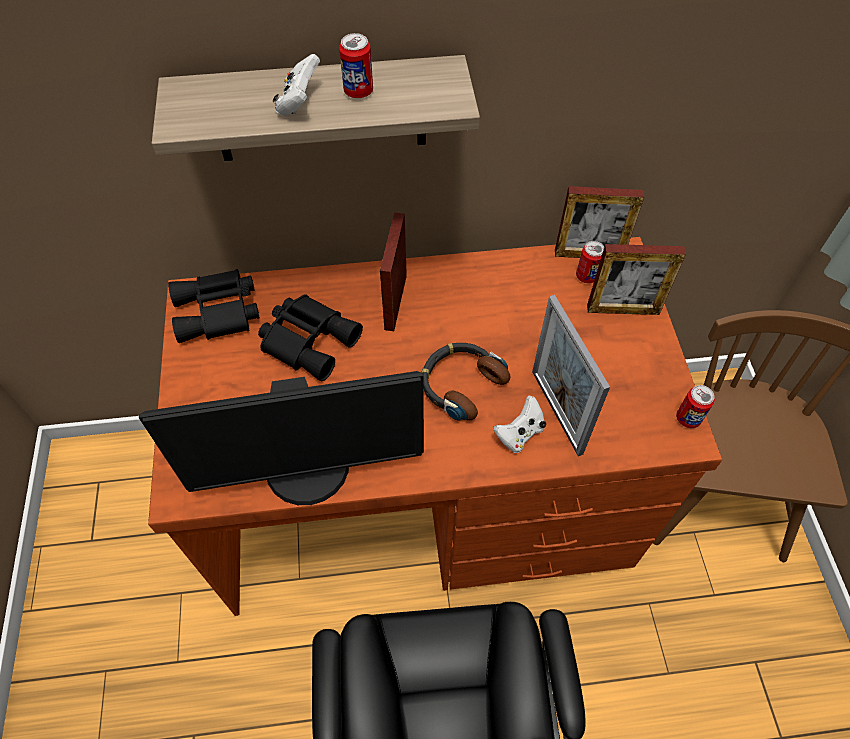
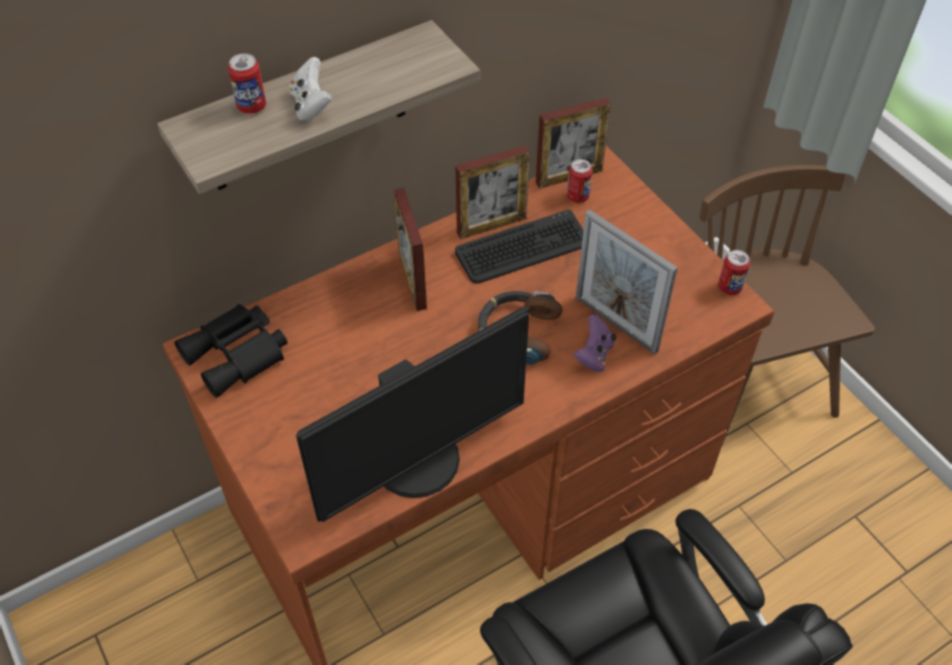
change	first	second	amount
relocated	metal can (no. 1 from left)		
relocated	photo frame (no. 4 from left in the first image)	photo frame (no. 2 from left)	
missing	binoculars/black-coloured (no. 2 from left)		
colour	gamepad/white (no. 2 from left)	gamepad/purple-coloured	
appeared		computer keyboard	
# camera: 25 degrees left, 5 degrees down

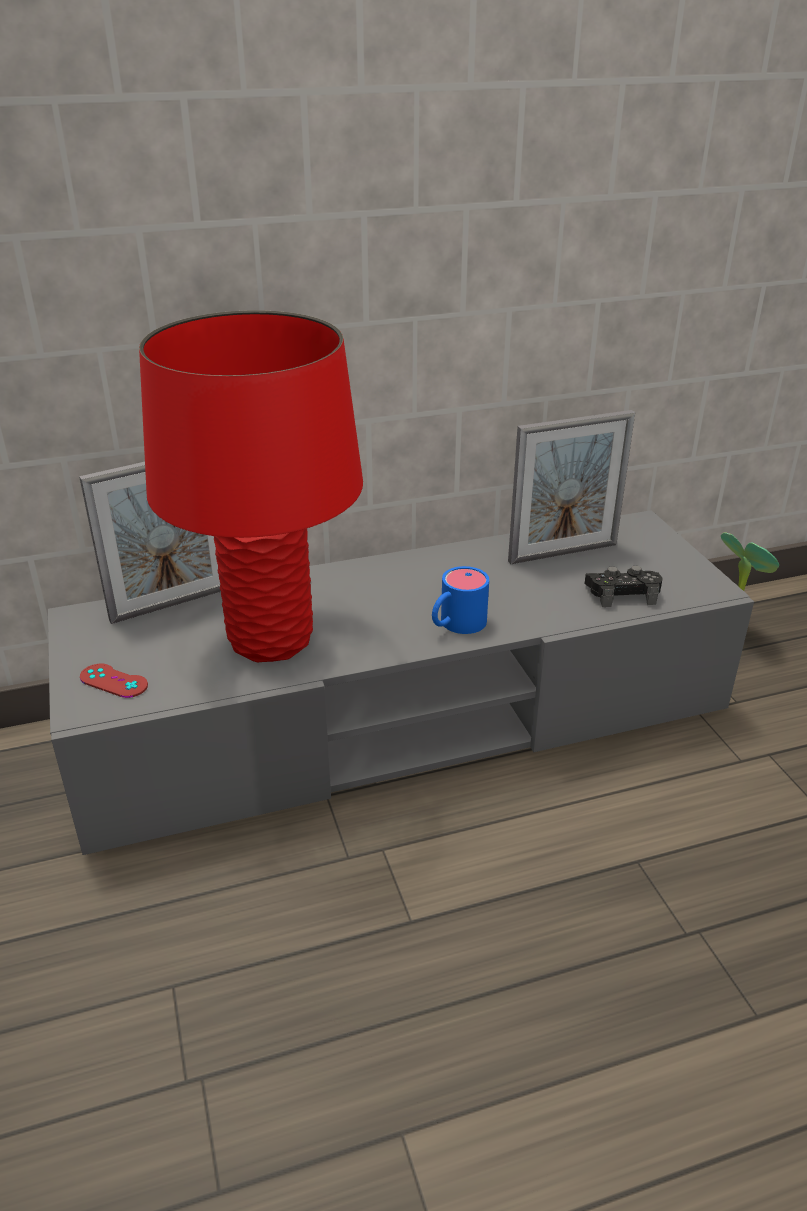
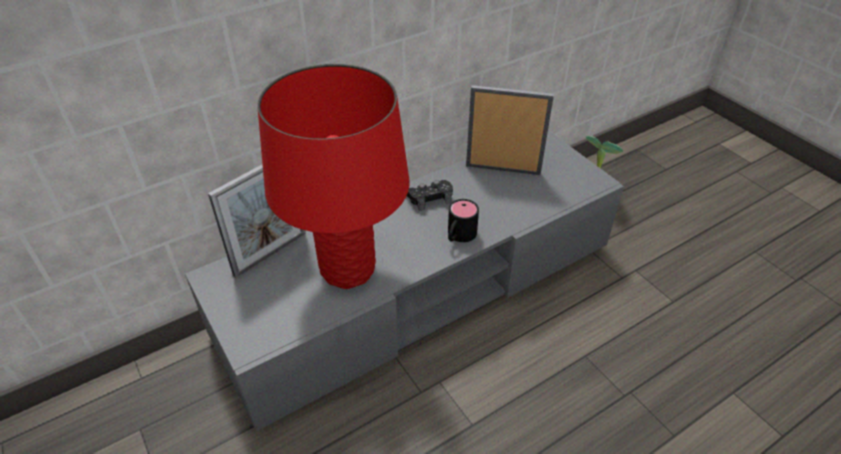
change	first	second	amount
spun	photo frame (no. 2 from left)		135 degrees counterclockwise
colour	tea mug/bluish	tea mug/black-coloured	
relocated	gamepad/black-coloured		
missing	gamepad/reddish		
# camera: 15 degrees left, 10 degrees up

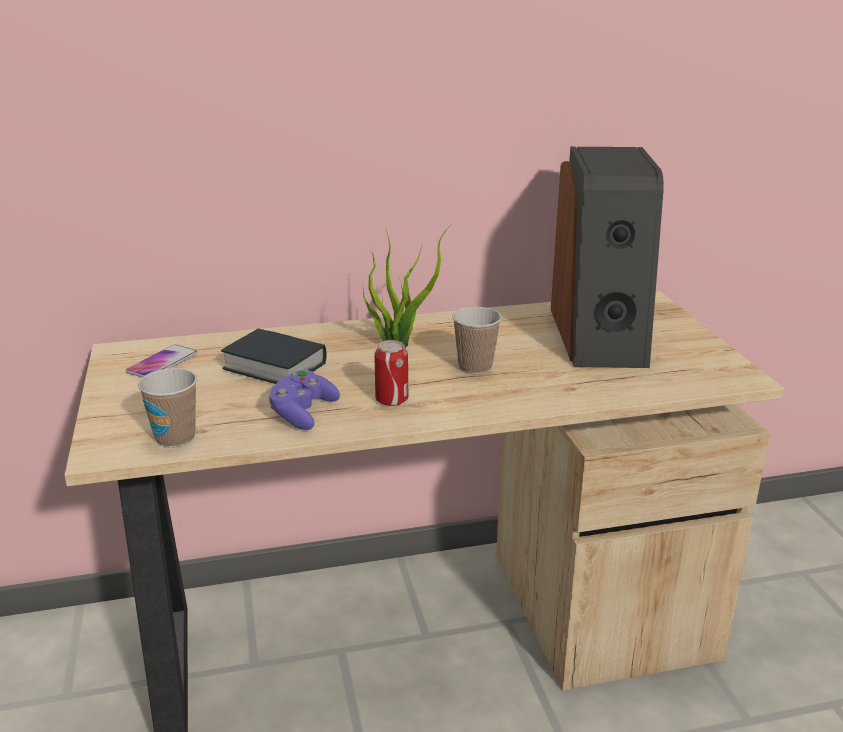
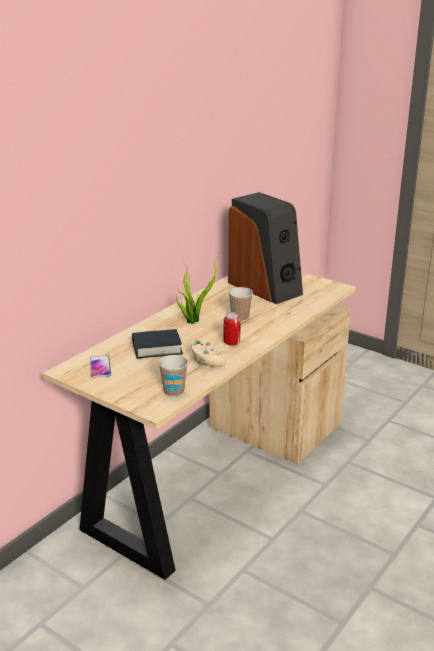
change	first	second	amount
colour	gamepad/purple-coloured	gamepad/beige-coloured	
# camera: 40 degrees left, 0 degrees up

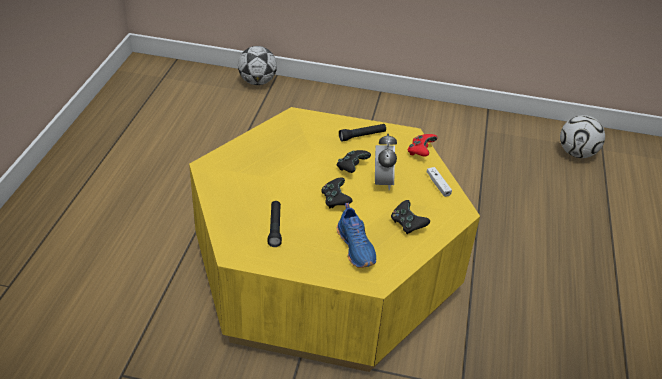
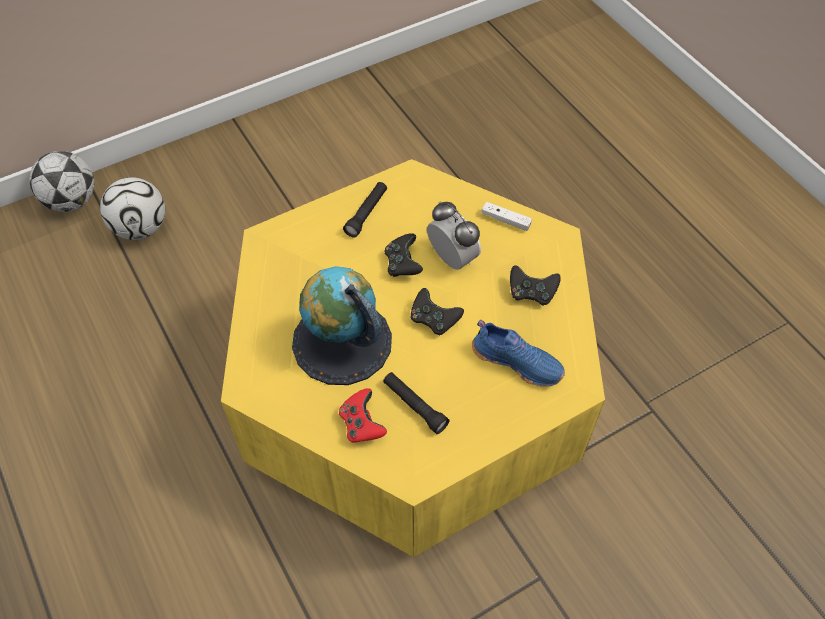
change	first	second	amount
relocated	football ball (no. 2 from left)		
relocated	gamepad/reddish		
appeared		globe	
# camera: 40 degrees left, 15 degrees up

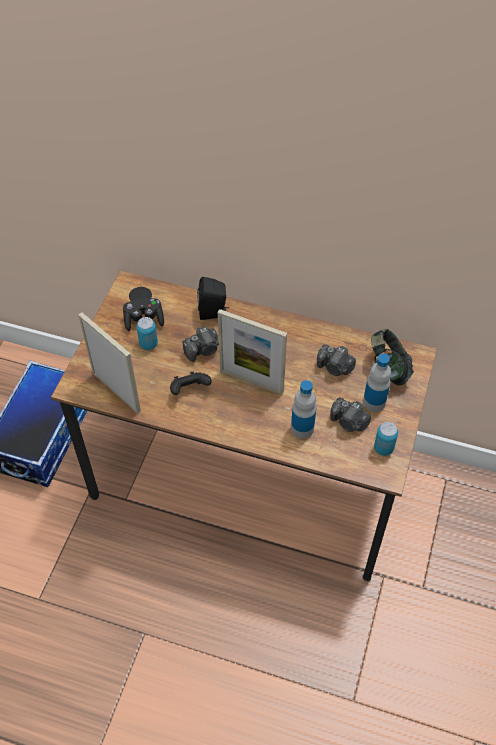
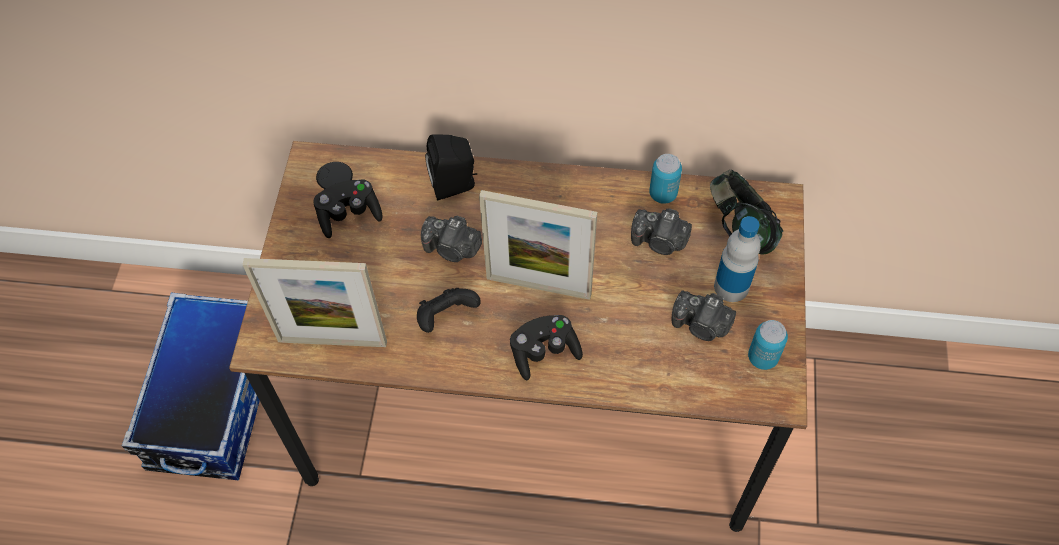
change	first	second	amount
spun	photo frame (no. 1 from left)		150 degrees clockwise
relocated	metal can (no. 1 from left)		
spun	still camera (no. 1 from left)		60 degrees clockwise
missing	bottle (no. 1 from left)		
appeared		gamepad/black-coloured (no. 3 from left)	
# camera: 10 degrees left, 5 degrees up

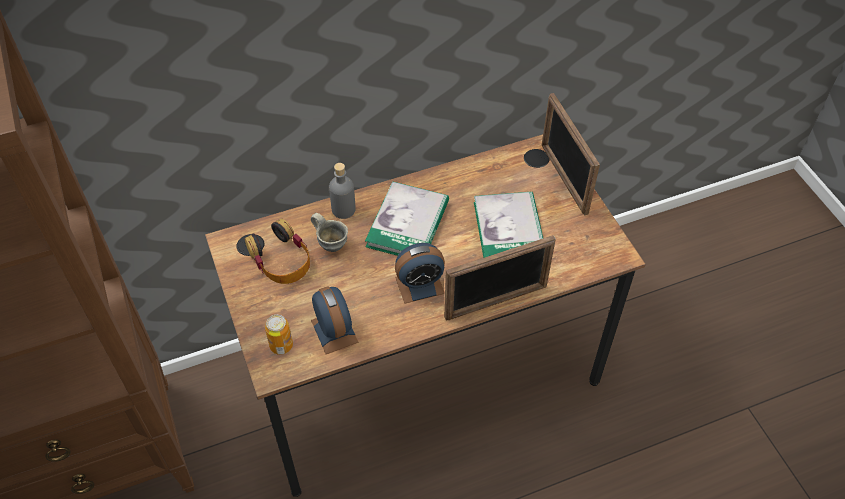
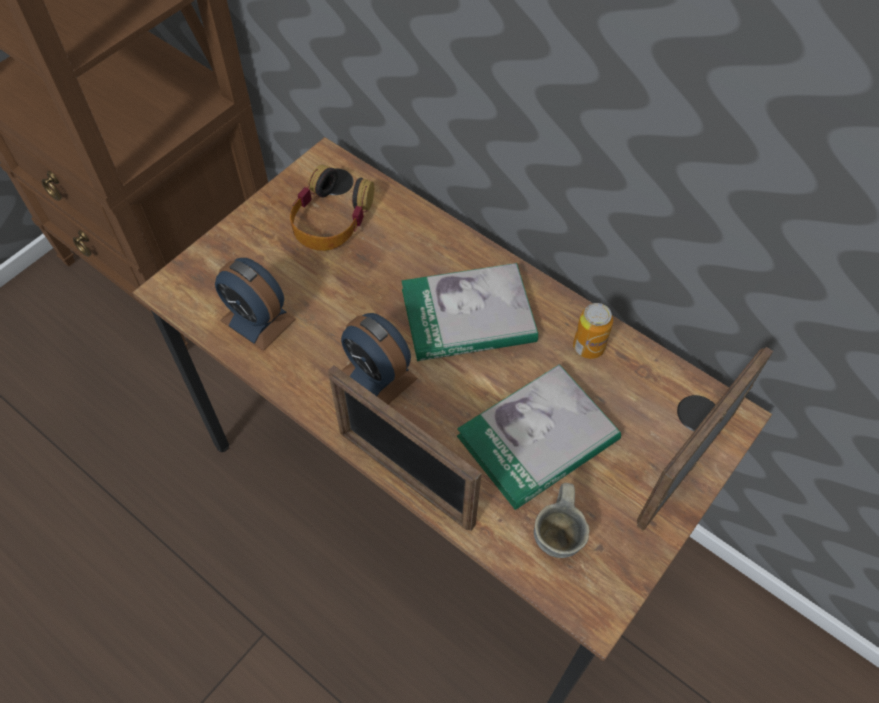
change	first	second	amount
missing	bottle/grey		
relocated	tea mug/grey		
spun	alarm clock (no. 1 from left)		90 degrees clockwise
relocated	metal can		
# camera: 60 degrees right, 5 degrees up

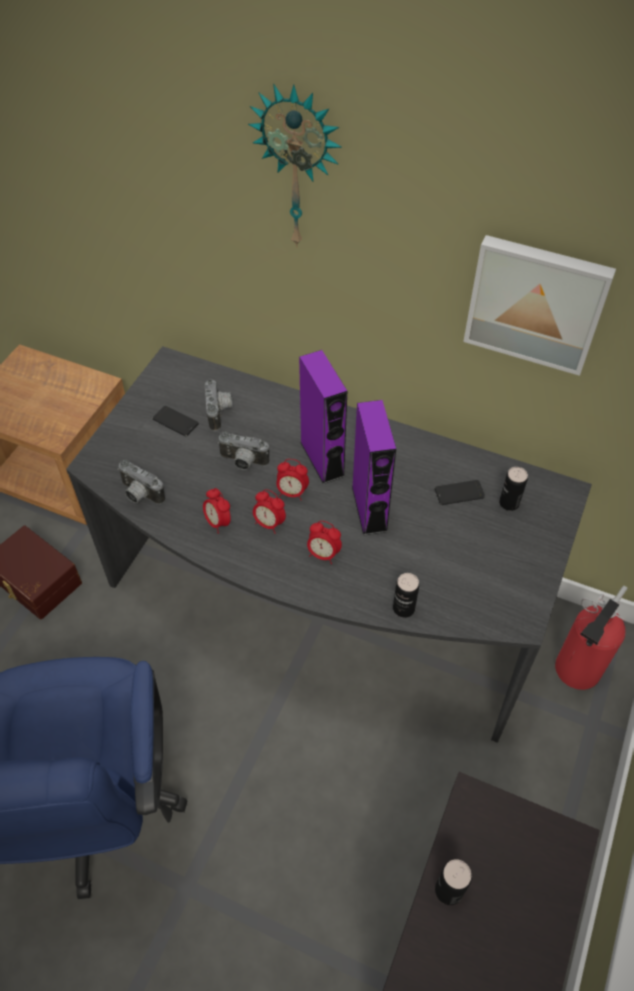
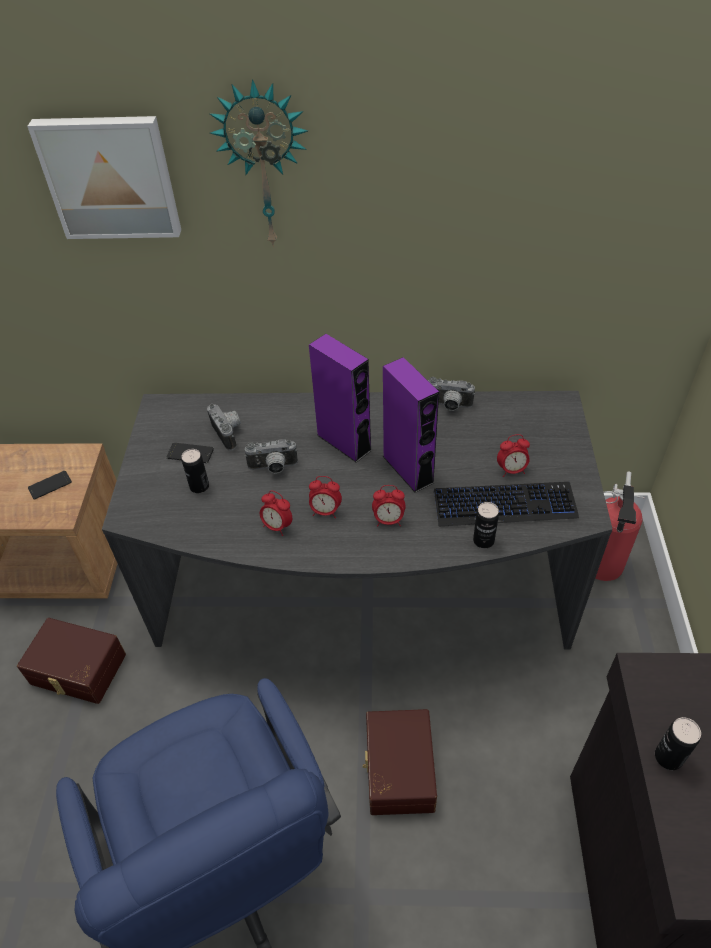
change	first	second	amount
relocated	picture		
relocated	still camera (no. 1 from left in the first image)	still camera (no. 3 from left)	
relocated	alarm clock (no. 3 from left in the first image)	alarm clock (no. 4 from left)	
relocated	metal can (no. 3 from left in the first image)	metal can (no. 1 from left)	
relocated	handset (no. 2 from left in the first image)	handset (no. 1 from left)	
appeared		computer keyboard	
appeared		storage container/brownish (no. 2 from left)	
# camera: 20 degrees left, 5 degrees down

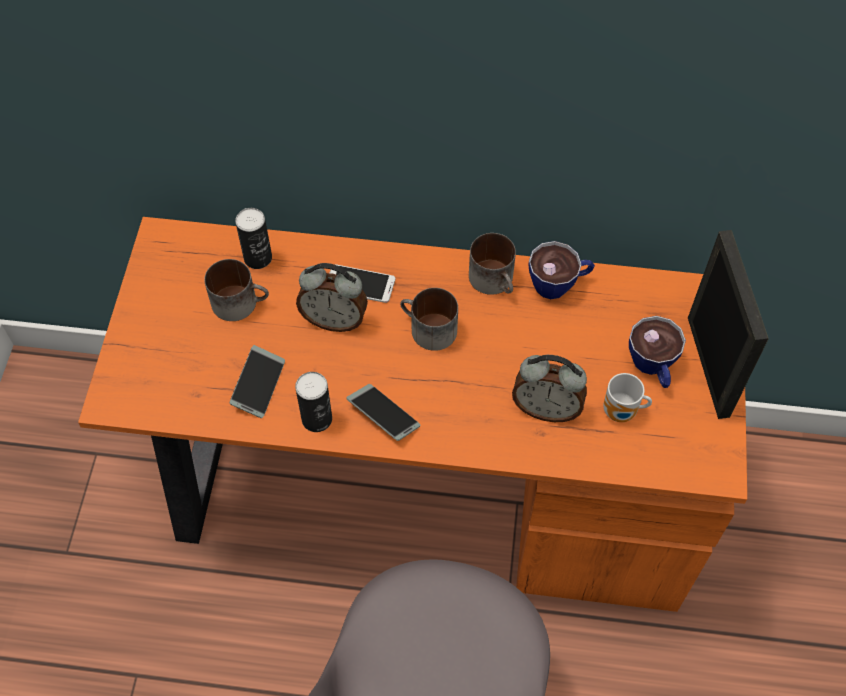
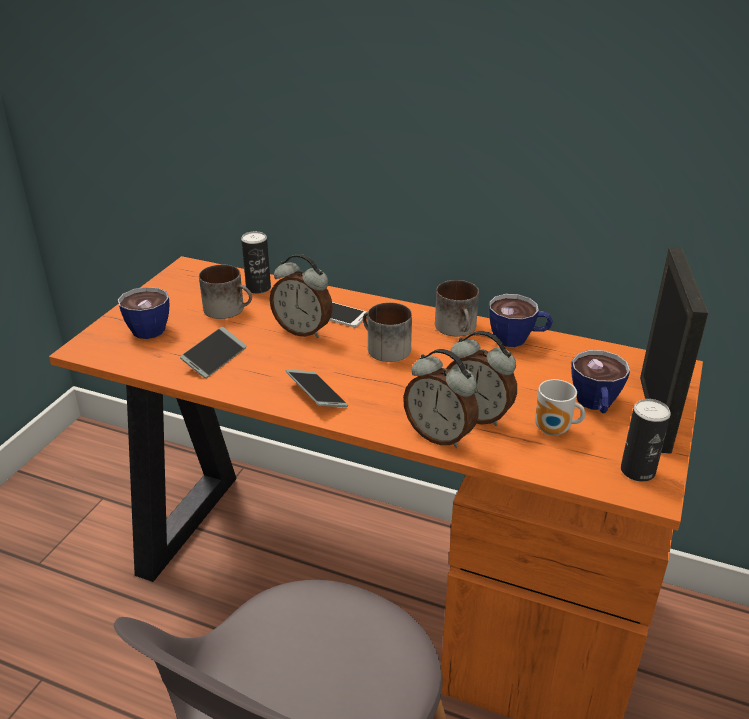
change	first	second	amount
relocated	metal can (no. 2 from left)		
appeared		cup (no. 1 from left)	
appeared		alarm clock (no. 2 from left)	
# camera: 15 degrees right, 25 degrees down

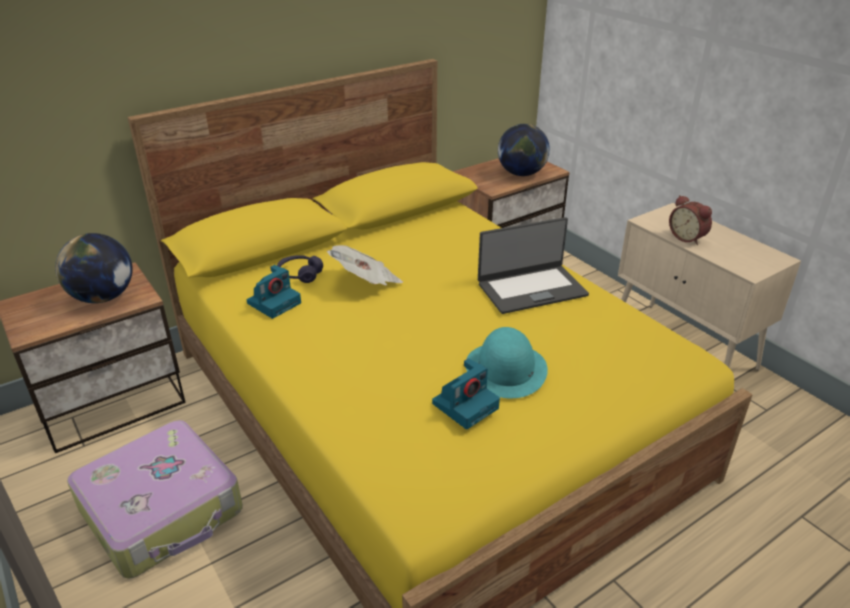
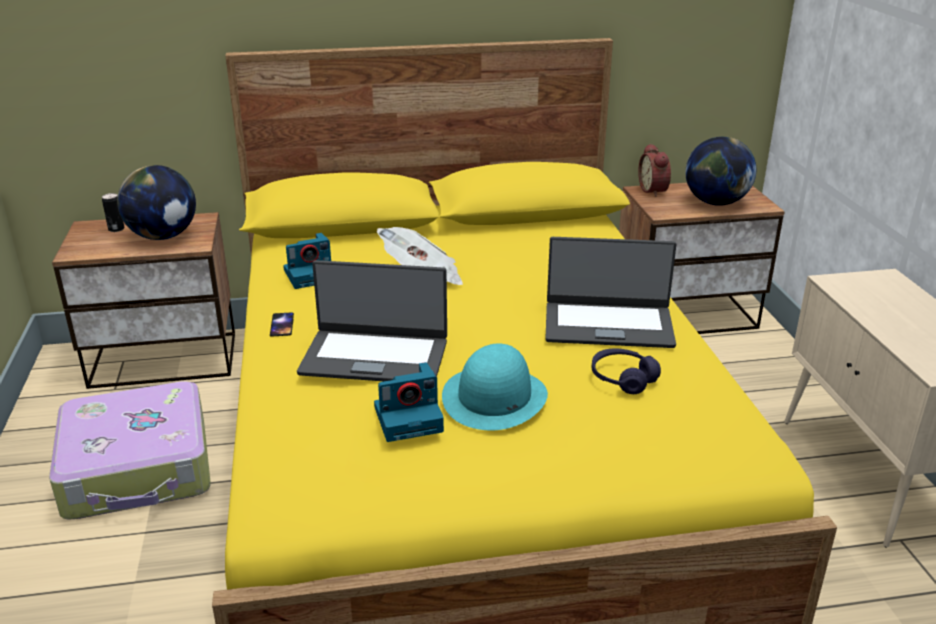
change	first	second	amount
relocated	alarm clock		
relocated	headphones/purple-coloured		
appeared		metal can	
appeared		notebook computer (no. 1 from left)	
appeared		handset	
# camera: 25 degrees right, 5 degrees down

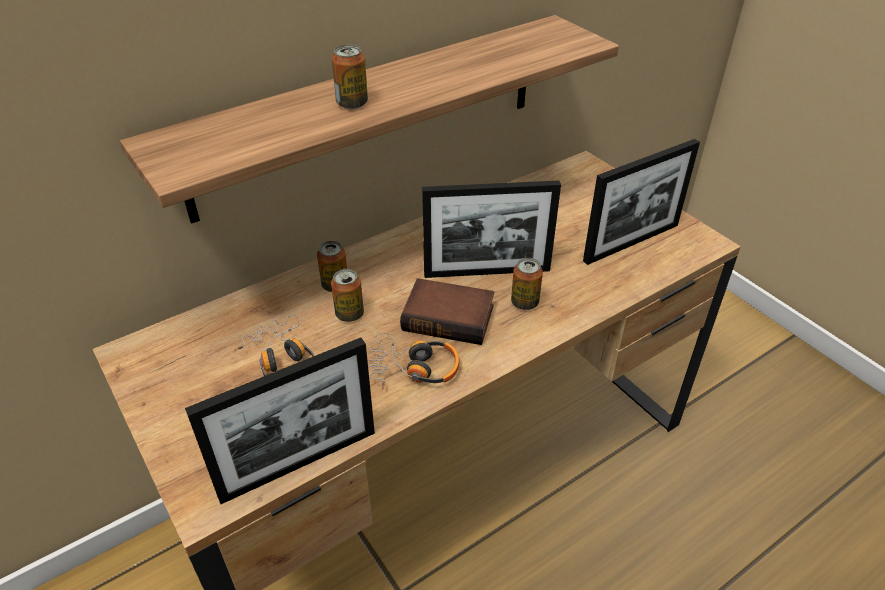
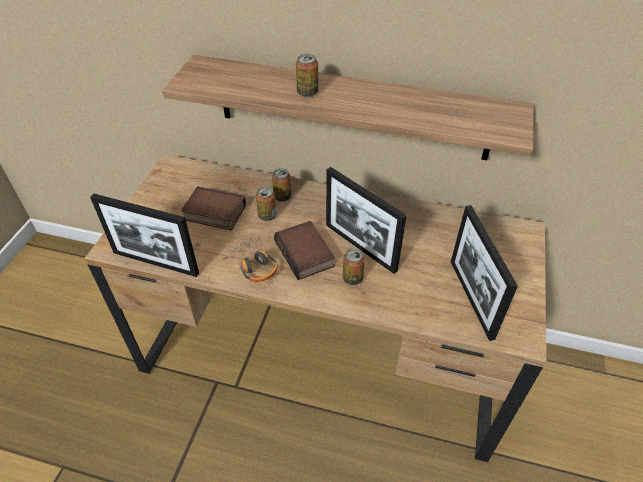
change	first	second	amount
spun	photo frame (no. 3 from left)		60 degrees clockwise
exchanged	headphones (no. 1 from left)	book (no. 1 from left)	
# camera: 50 degrees right, 5 degrees up

